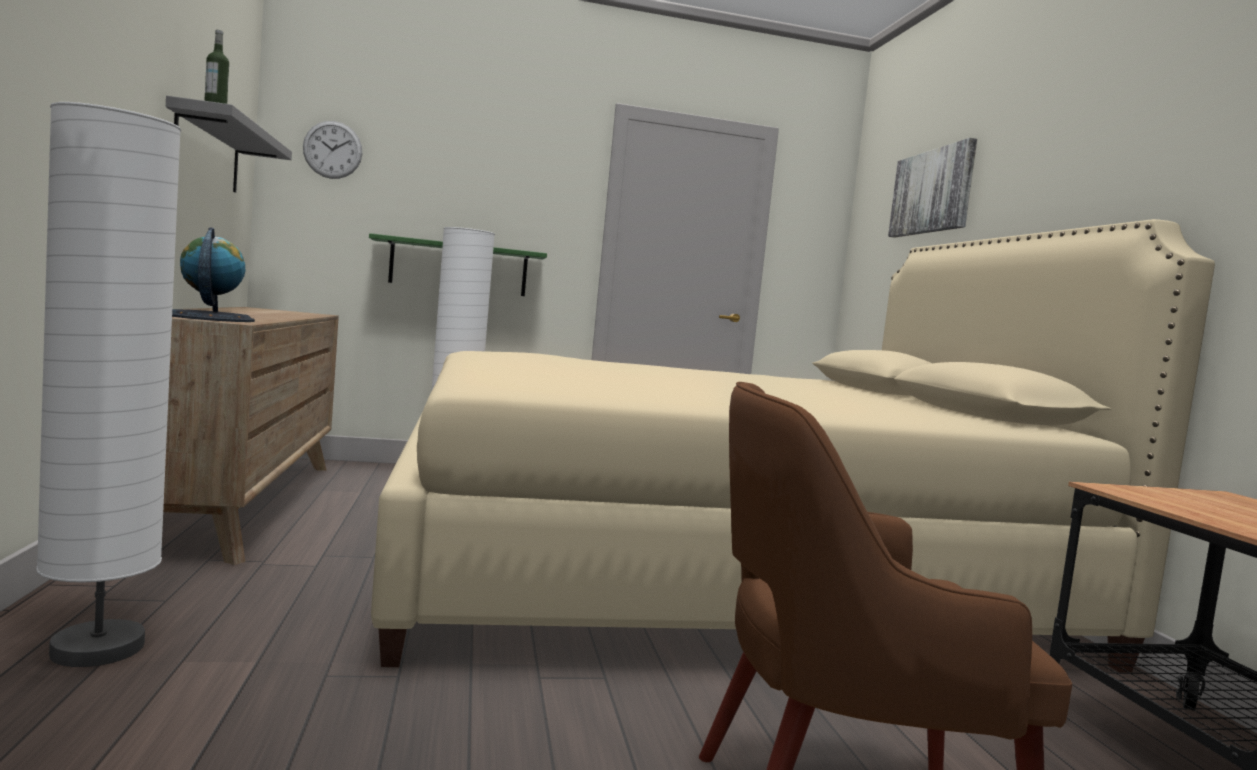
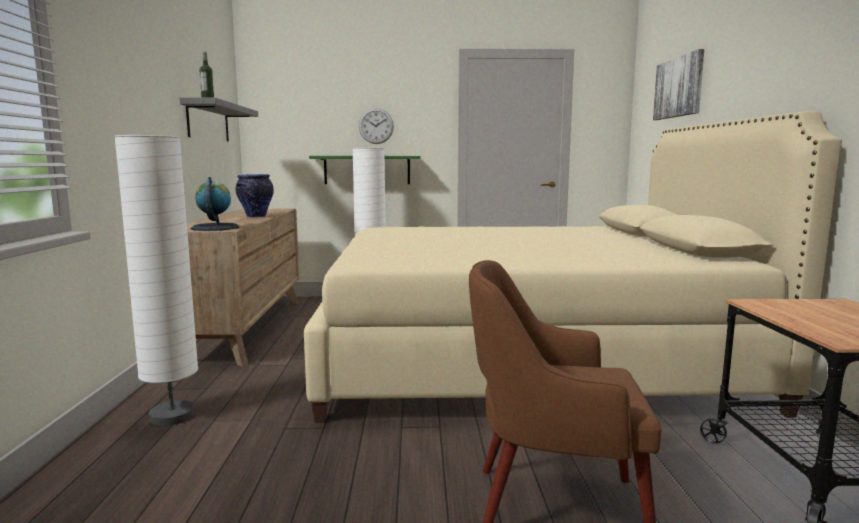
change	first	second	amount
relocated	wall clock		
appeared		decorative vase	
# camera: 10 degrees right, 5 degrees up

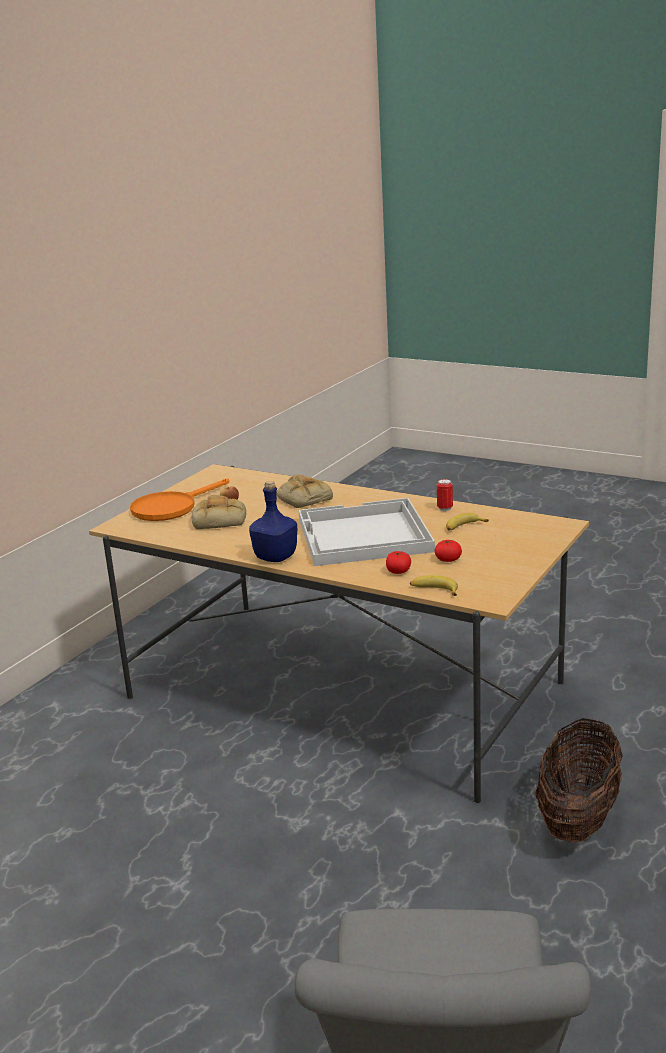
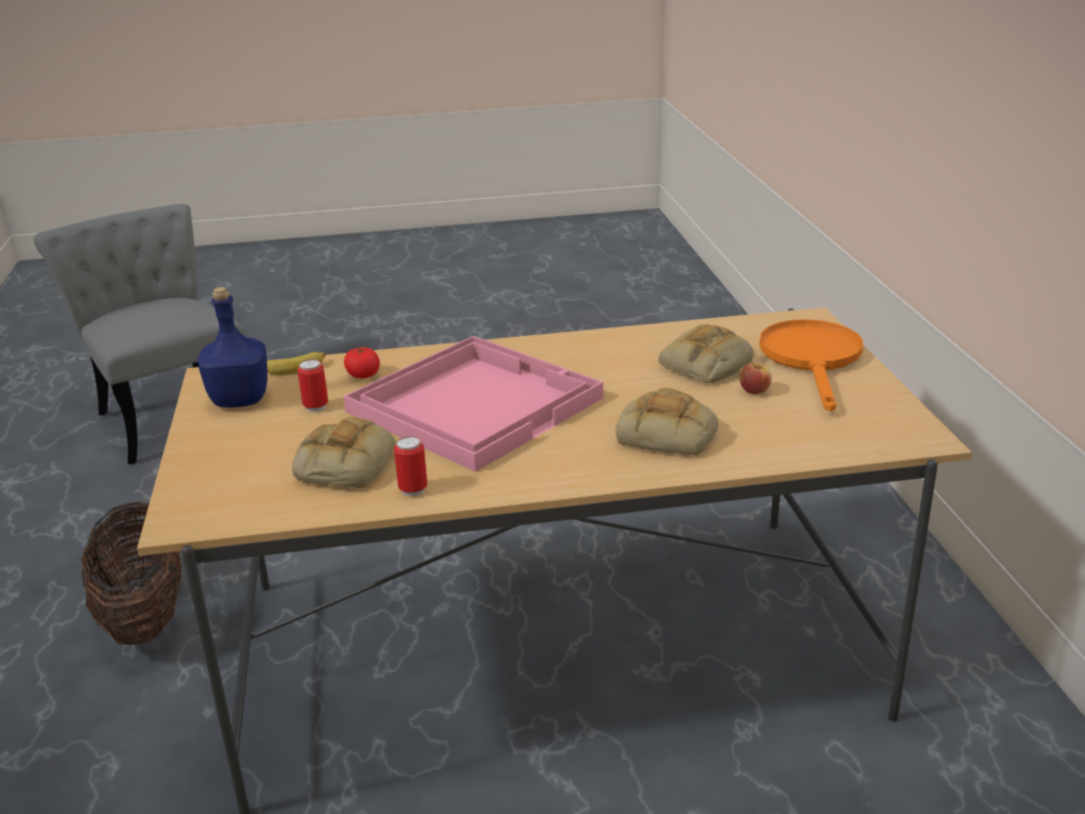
change	first	second	amount
relocated	bottle/bluish		
colour	tray/white	tray/pinkish	
exchanged	banana (no. 2 from left)	baked bread (no. 1 from left)	
exchanged	tomato (no. 2 from left)	metal can (no. 1 from left)	
# camera: 140 degrees right, 5 degrees up

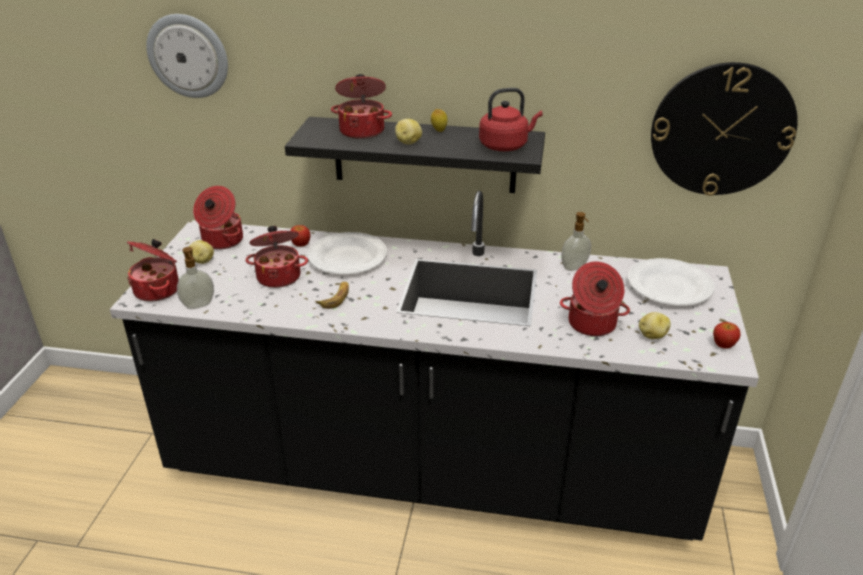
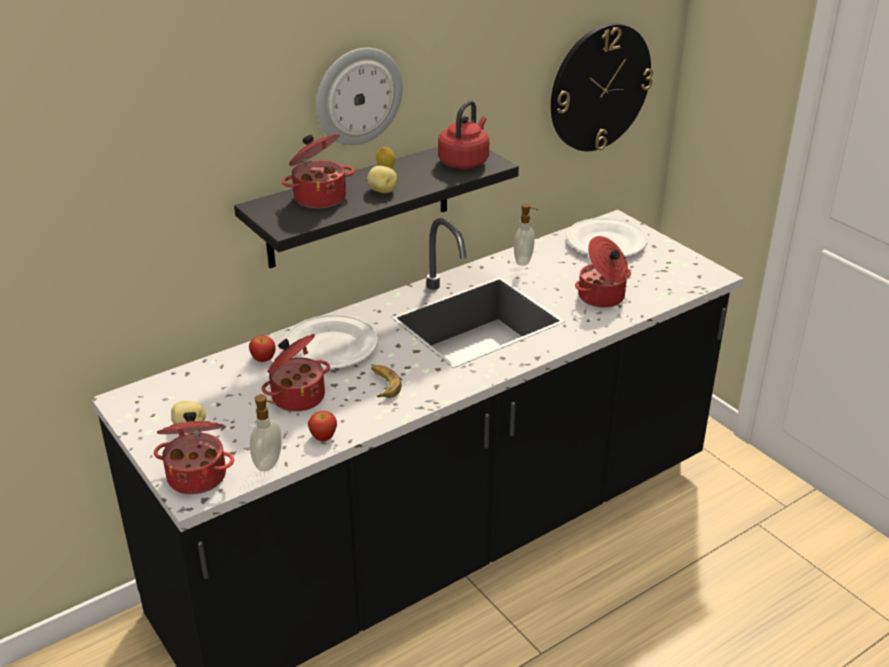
change	first	second	amount
relocated	wall clock (no. 1 from left)		
missing	cooking pot (no. 2 from left)		
missing	spud (no. 3 from left)		
relocated	whole apple (no. 2 from left)		
# camera: 45 degrees left, 0 degrees up

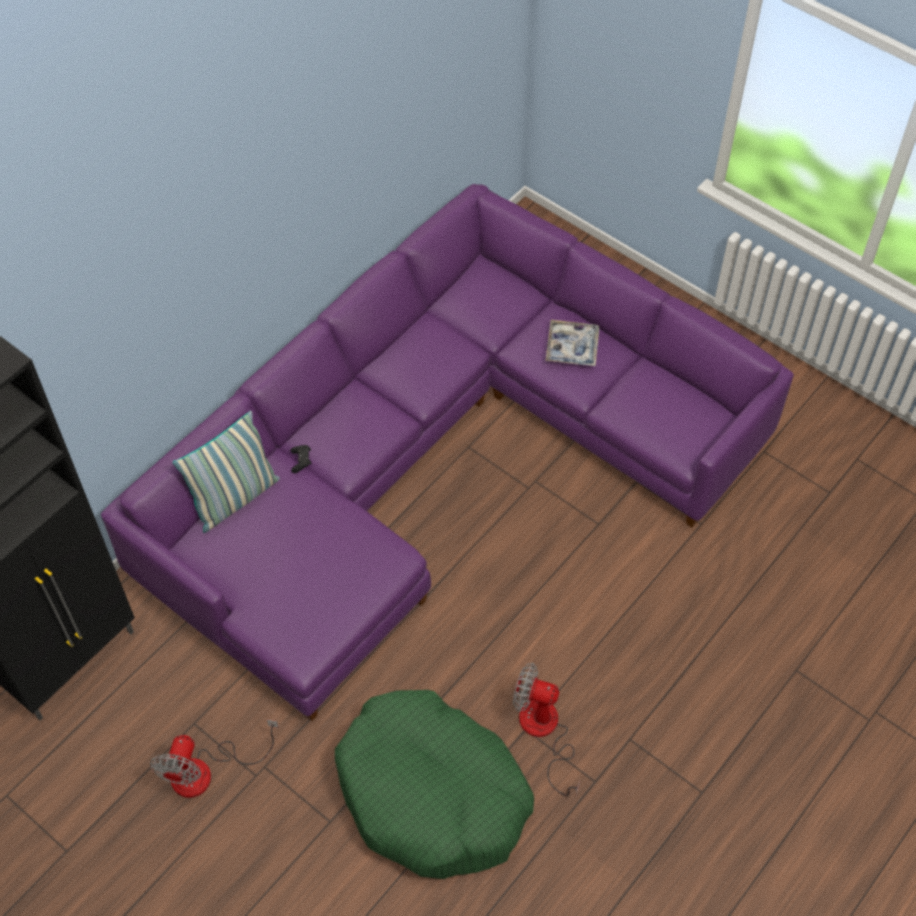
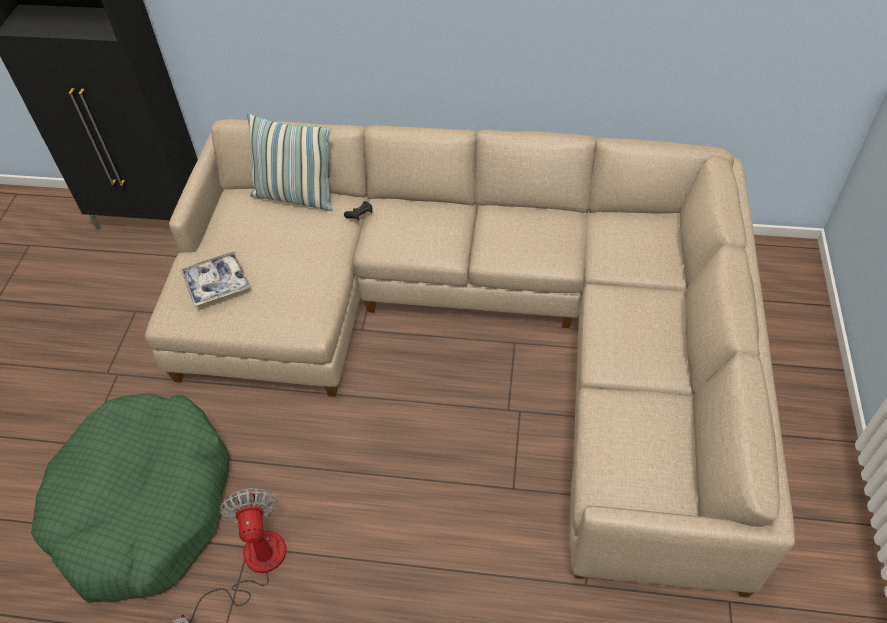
change	first	second	amount
colour	sofa/purple-coloured	sofa/beige-coloured	
relocated	tray		
missing	fan (no. 1 from left)		
# camera: 60 degrees right, 5 degrees down

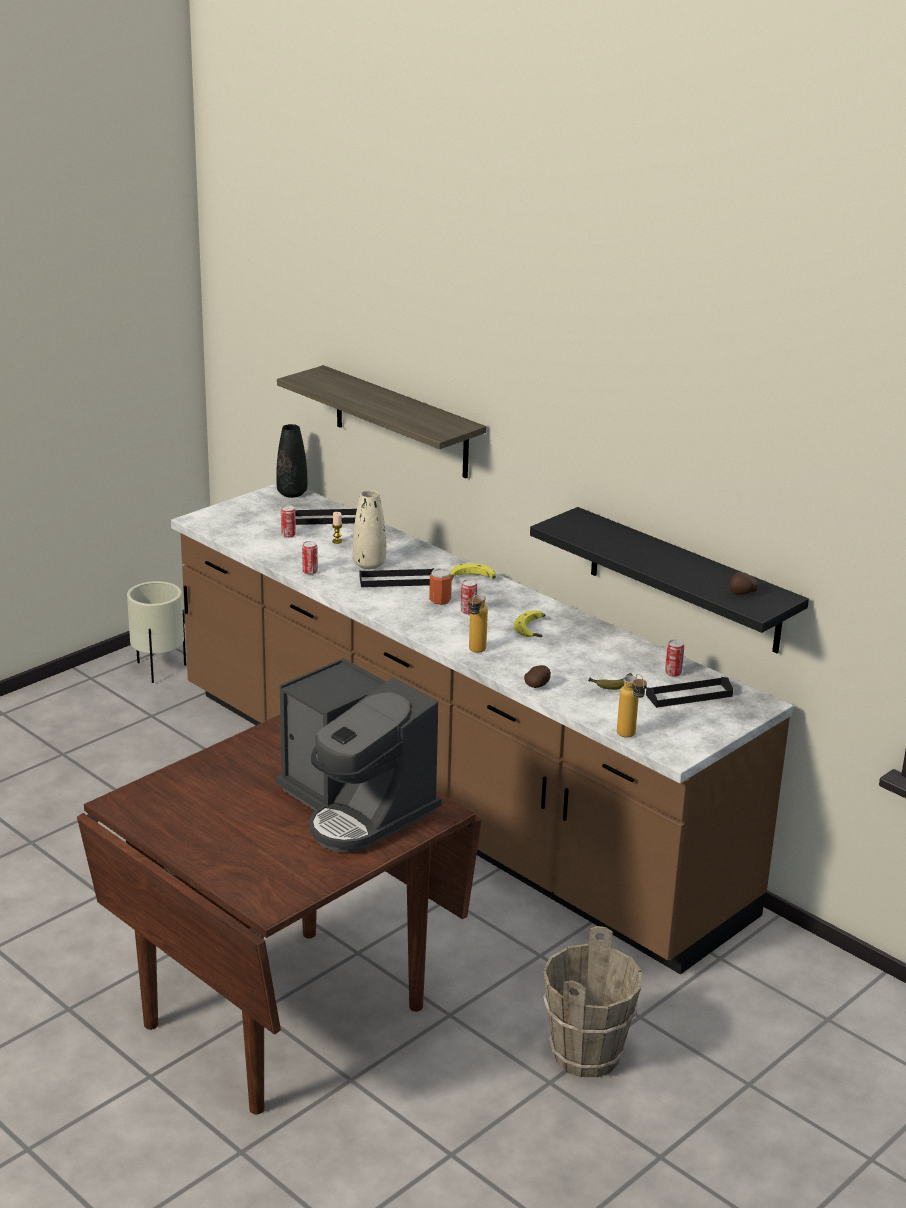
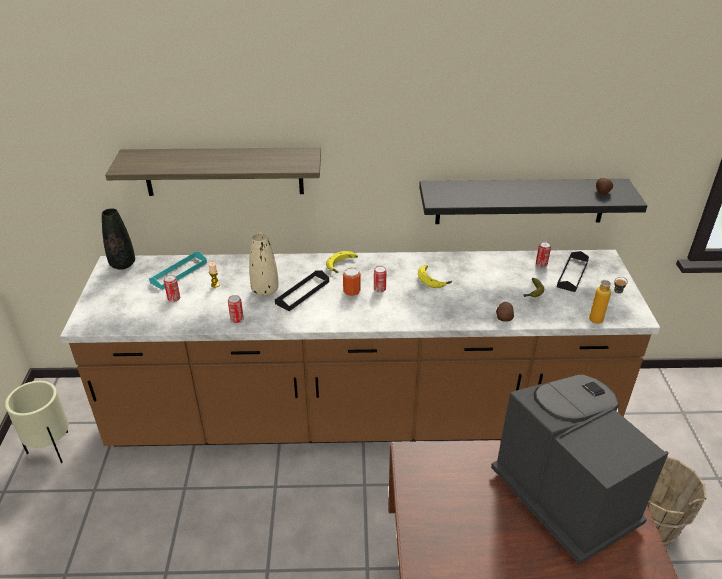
change	first	second	amount
colour	tray/black-coloured (no. 1 from left)	tray/turquoise-coloured	
missing	bottle (no. 1 from left)		
spun	coffee brewer		120 degrees counterclockwise
# camera: 45 degrees left, 10 degrees up

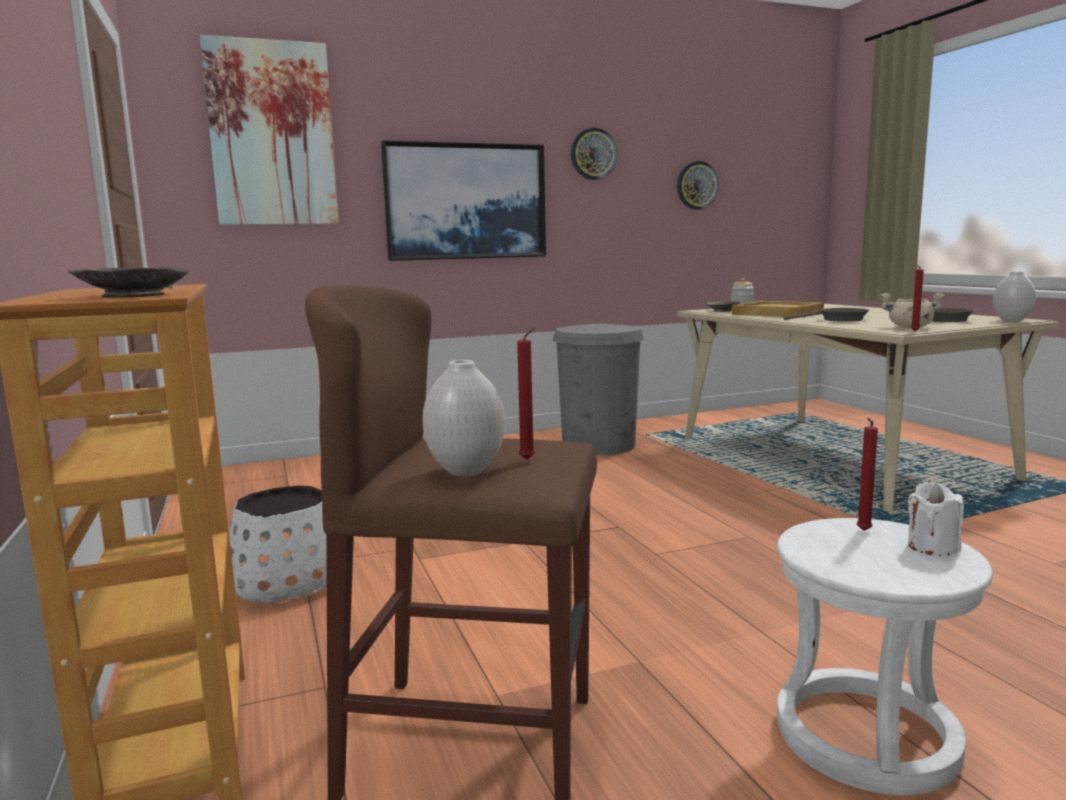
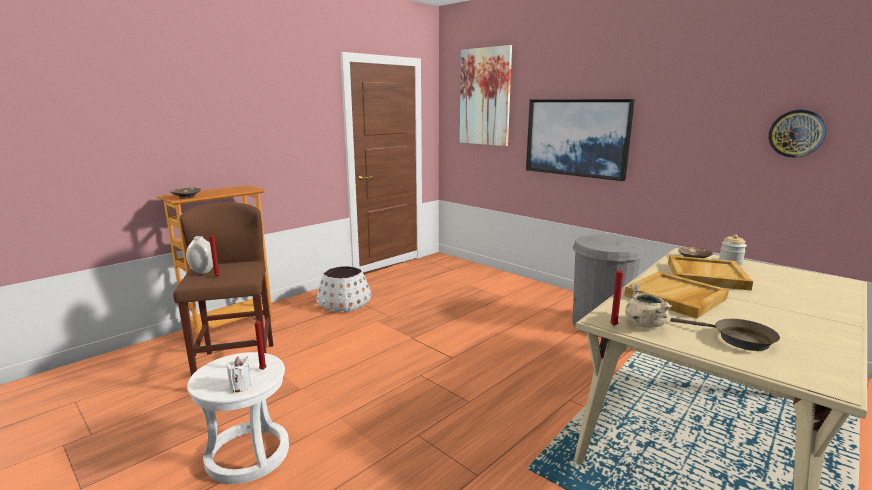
change	first	second	amount
missing	wall clock (no. 1 from left)		
missing	decorative vase/white (no. 2 from left)		
exchanged	pan/brownish (no. 1 from left)	tray/beige-coloured (no. 1 from left)	
# camera: 65 degrees right, 5 degrees up

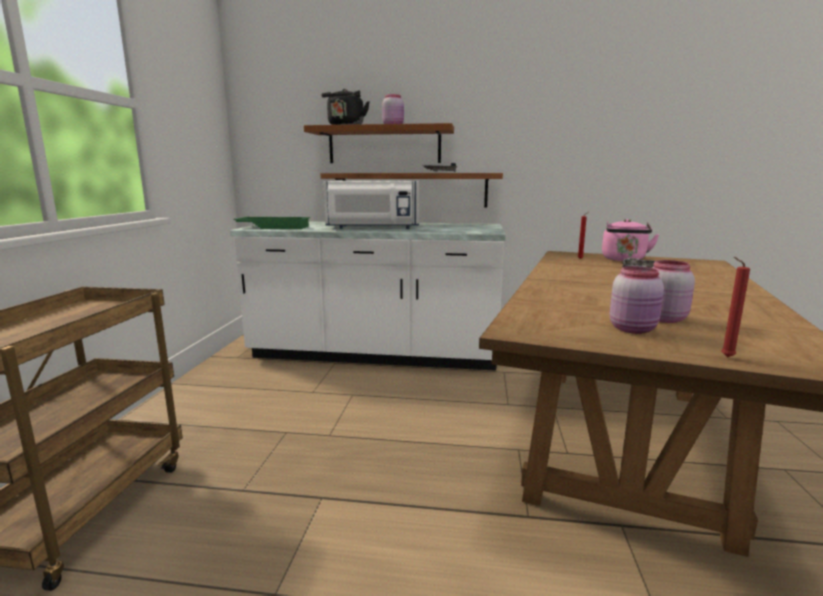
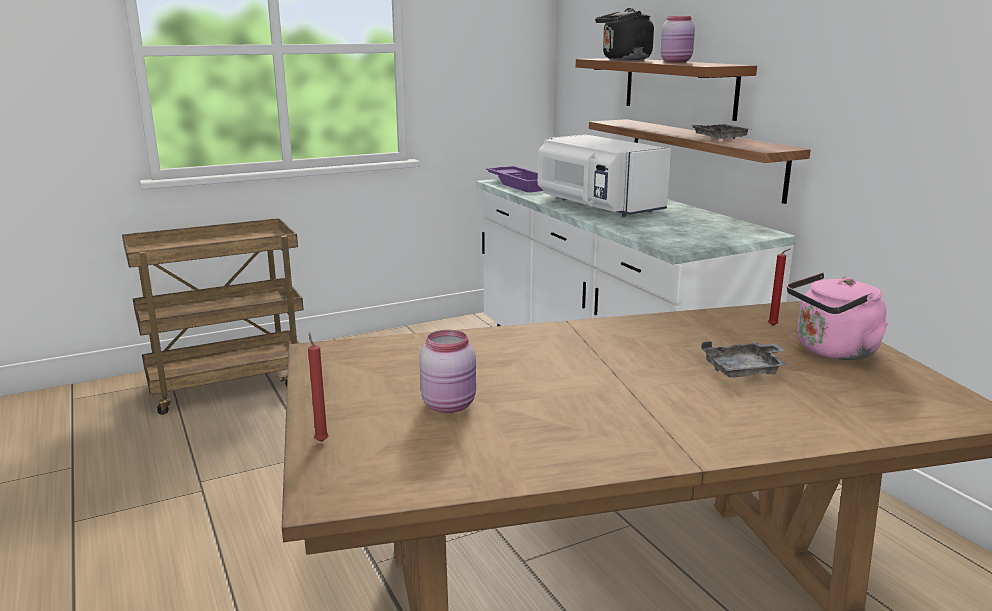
change	first	second	amount
colour	tray/green-coloured	tray/purple-coloured	
missing	preserve jar/pinkish (no. 2 from left)		
# camera: 55 degrees right, 5 degrees up

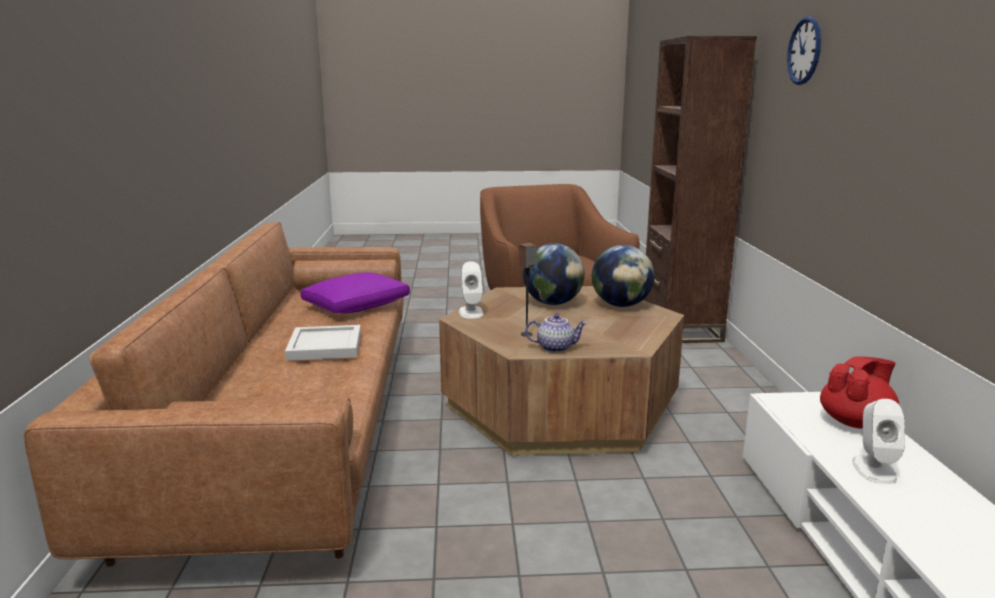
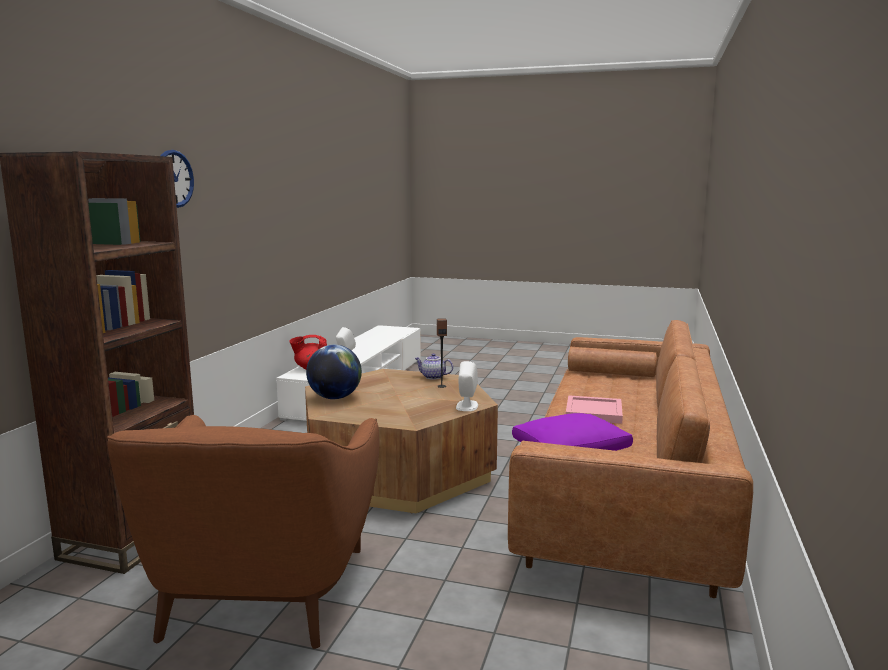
change	first	second	amount
missing	globe (no. 1 from left)		
colour	tray/white	tray/pinkish	
# camera: 160 degrees left, 5 degrees down

